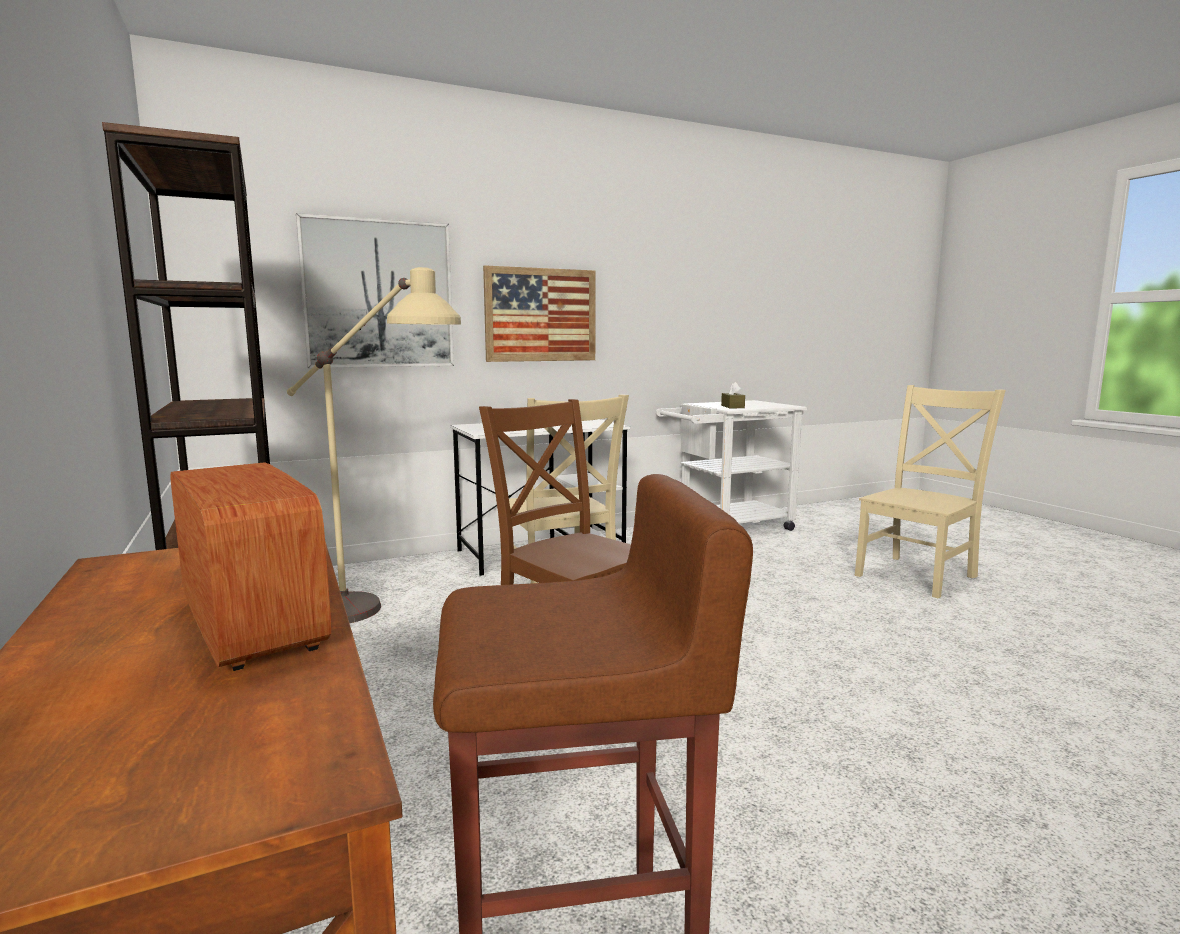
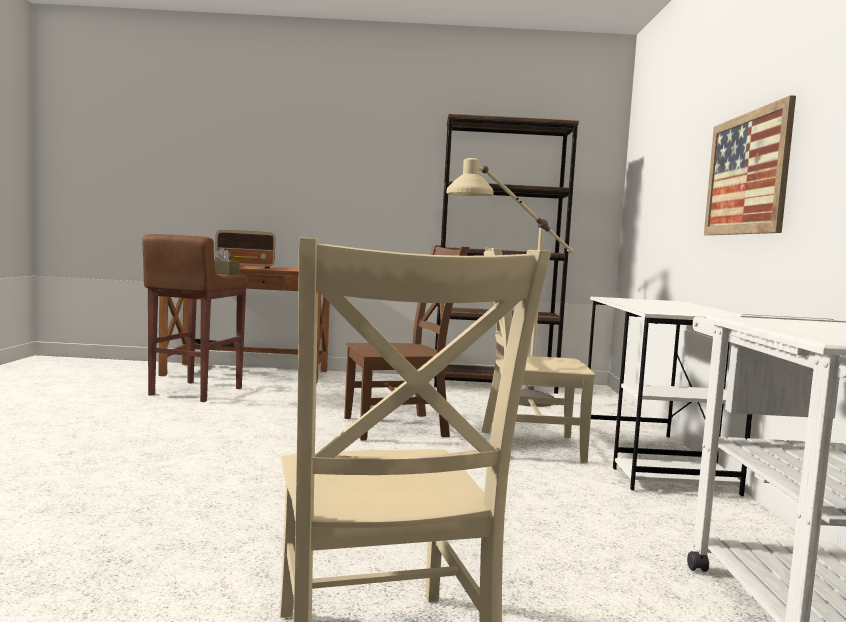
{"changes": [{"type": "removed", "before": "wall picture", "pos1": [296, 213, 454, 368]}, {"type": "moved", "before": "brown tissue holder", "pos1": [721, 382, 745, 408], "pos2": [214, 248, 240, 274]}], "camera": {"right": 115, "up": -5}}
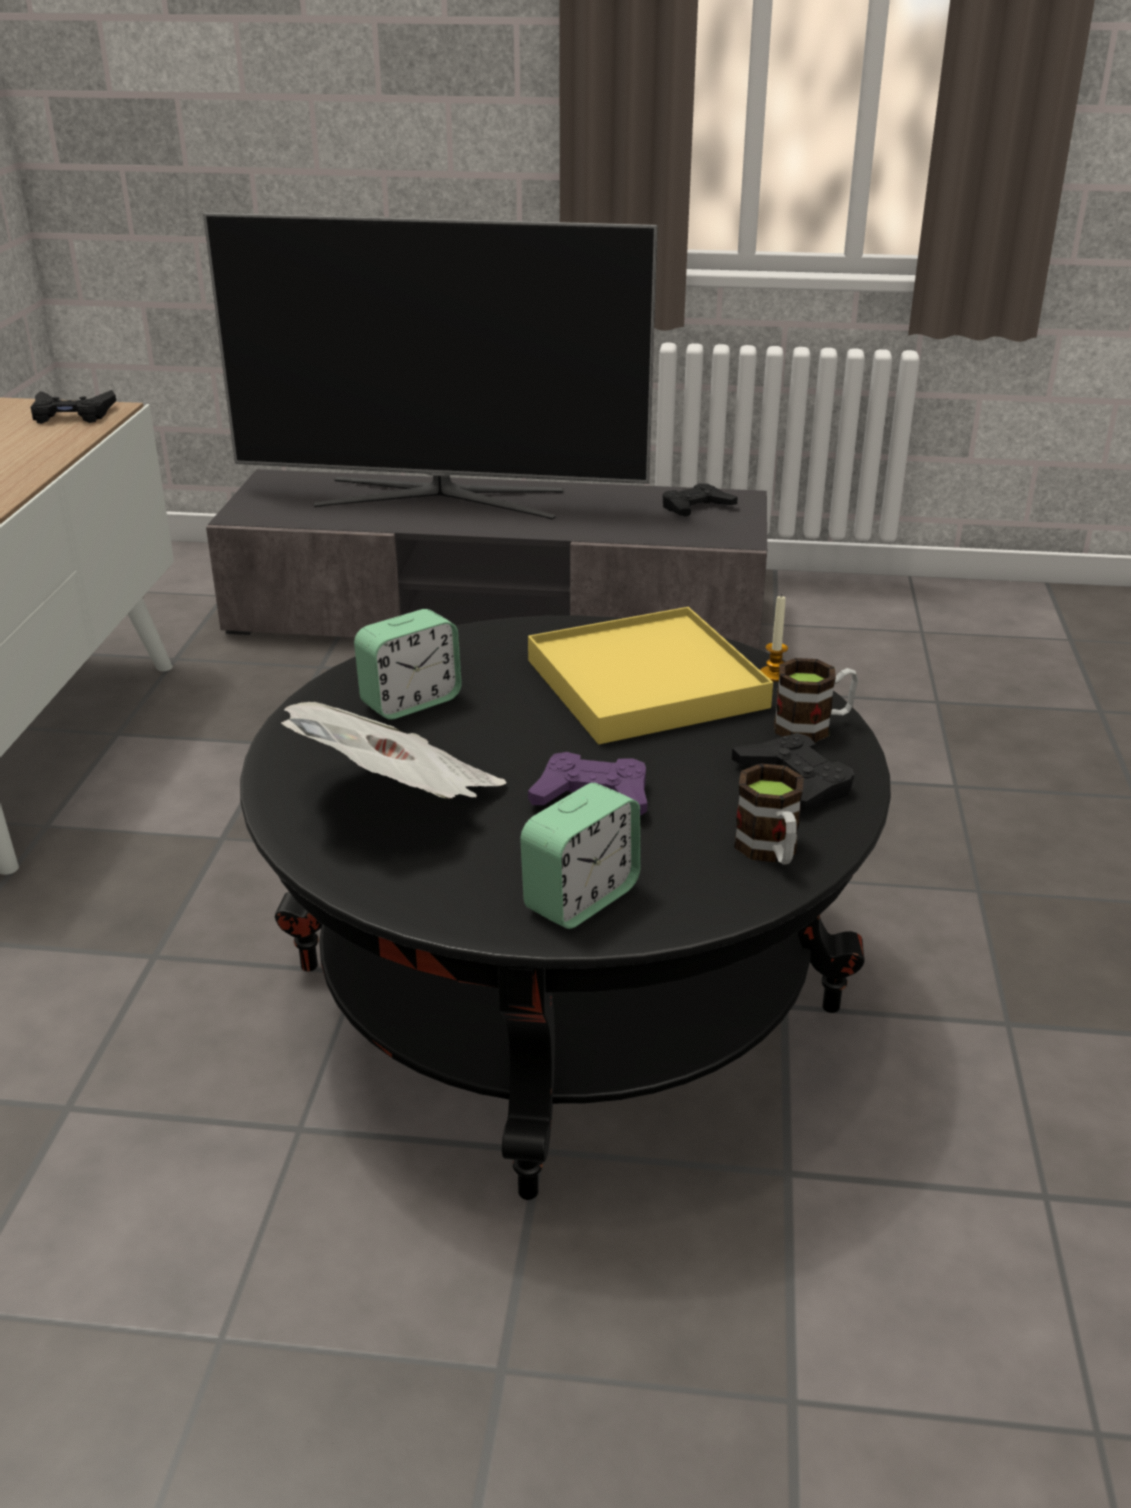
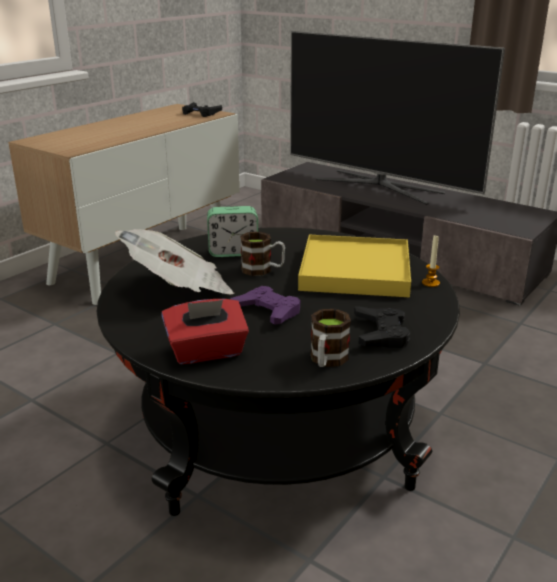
{"changes": [{"type": "replaced", "before": "table clock", "after": "red tissue holder", "pos1": [520, 783, 640, 929], "pos2": [162, 299, 249, 364]}, {"type": "removed", "before": "black game controller", "pos1": [663, 483, 738, 516]}, {"type": "moved", "before": "mug", "pos1": [774, 658, 858, 743], "pos2": [240, 232, 285, 276]}], "camera": {"right": 30, "up": -5}}
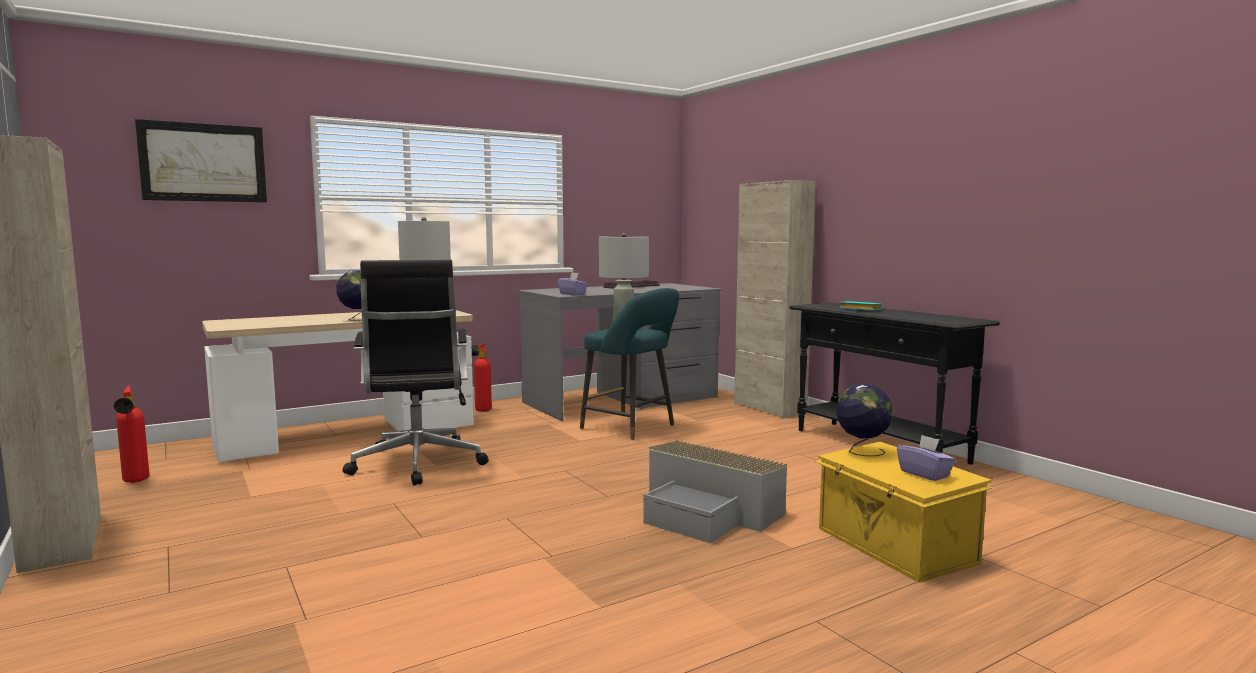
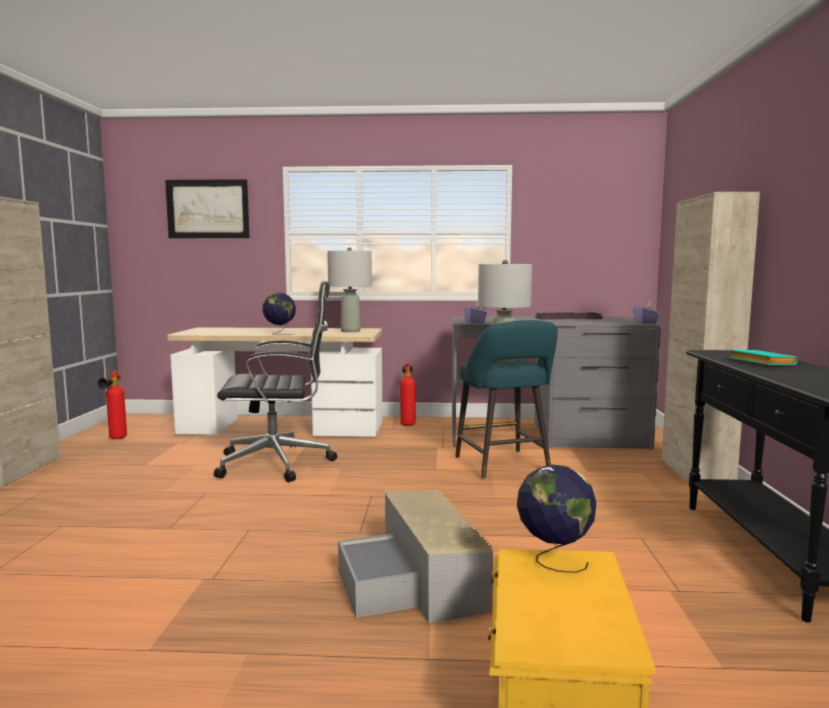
{"changes": [{"type": "turned", "before": "black computer chair", "pos1": [343, 260, 488, 485], "pos2": [214, 281, 337, 482], "turn": -120}, {"type": "moved", "before": "purplish tissue holder", "pos1": [897, 435, 956, 481], "pos2": [633, 301, 660, 324]}], "camera": {"right": 35, "up": 0}}
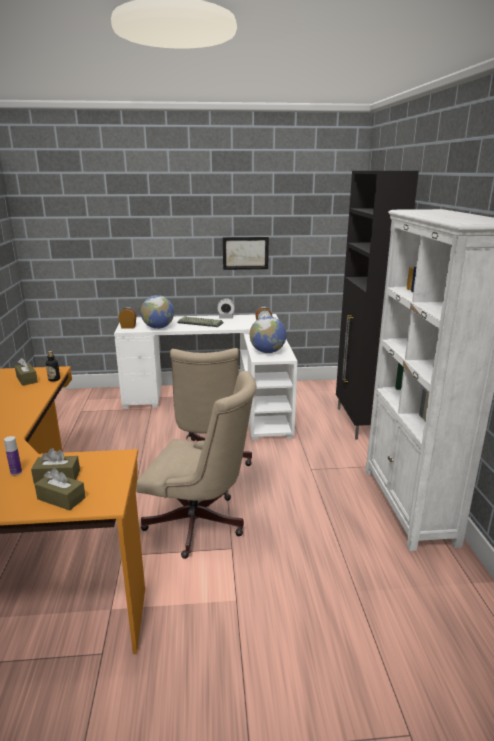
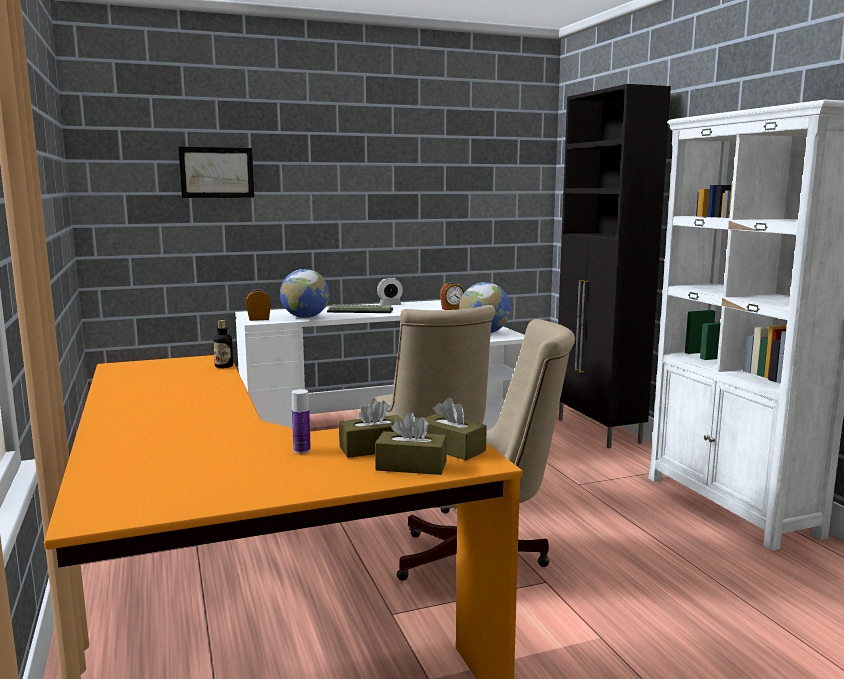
{"changes": [{"type": "moved", "before": "brown tissue holder", "pos1": [15, 358, 38, 386], "pos2": [425, 398, 487, 460]}, {"type": "moved", "before": "wall picture", "pos1": [223, 237, 269, 270], "pos2": [178, 147, 254, 198]}], "camera": {"right": -15, "up": -10}}
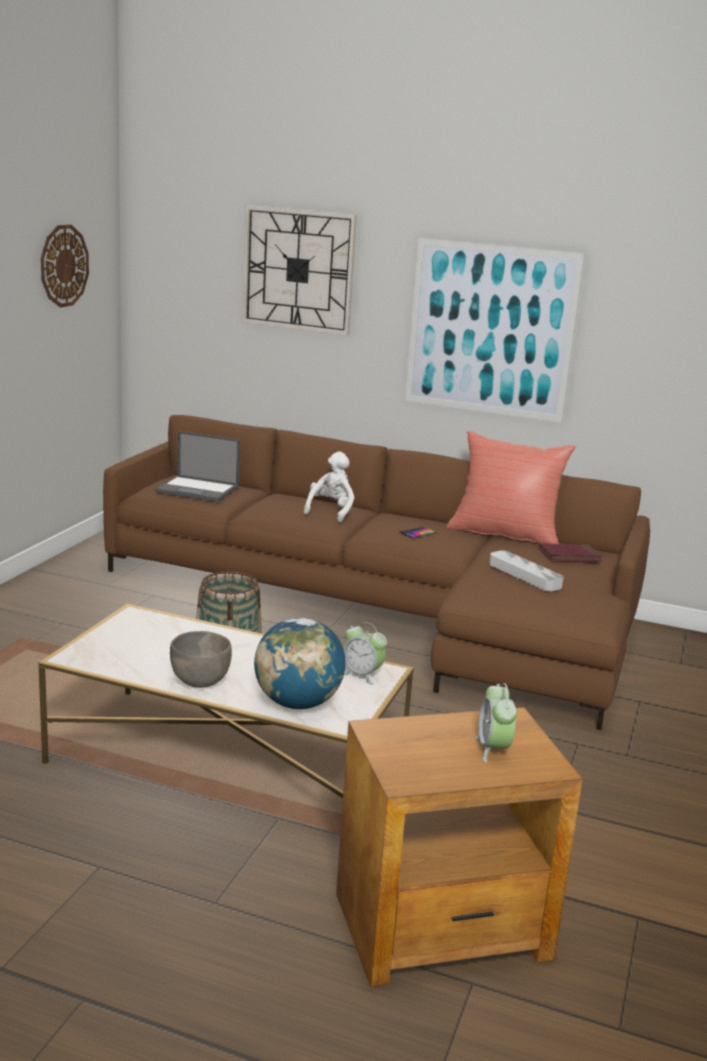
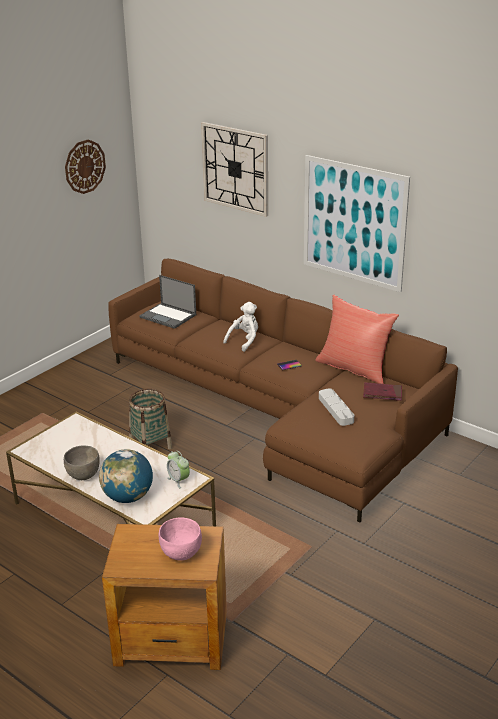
{"changes": [{"type": "replaced", "before": "table clock", "after": "pinkish serving bowl", "pos1": [476, 683, 517, 763], "pos2": [159, 517, 202, 561]}], "camera": {"right": 20, "up": 10}}
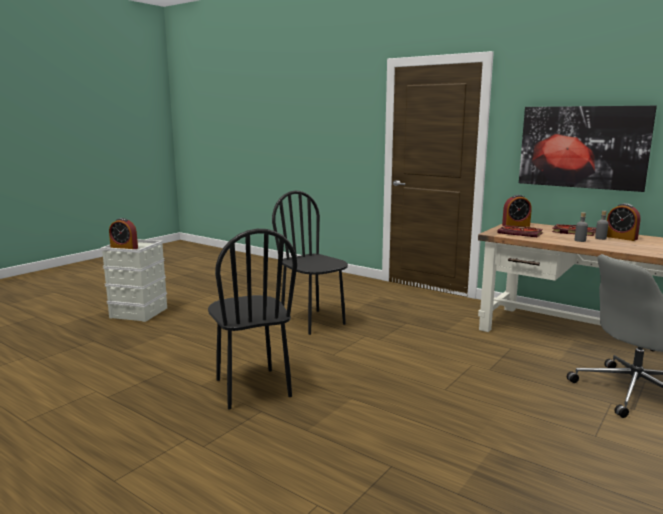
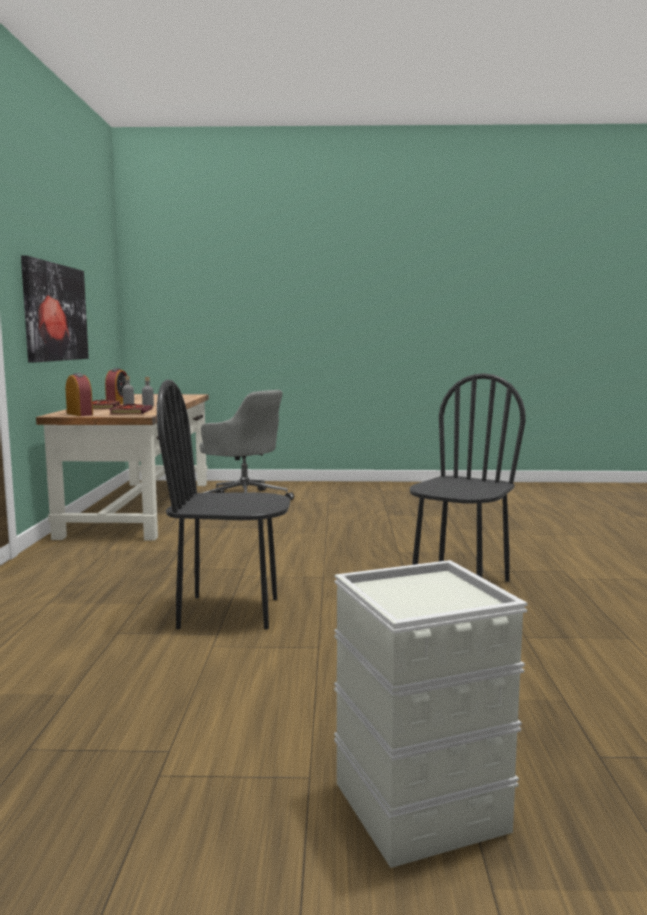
{"changes": [{"type": "removed", "before": "table clock", "pos1": [109, 218, 138, 249]}, {"type": "turned", "before": "black chair", "pos1": [272, 191, 348, 335], "pos2": [157, 379, 290, 629], "turn": 75}], "camera": {"right": -125, "up": -5}}
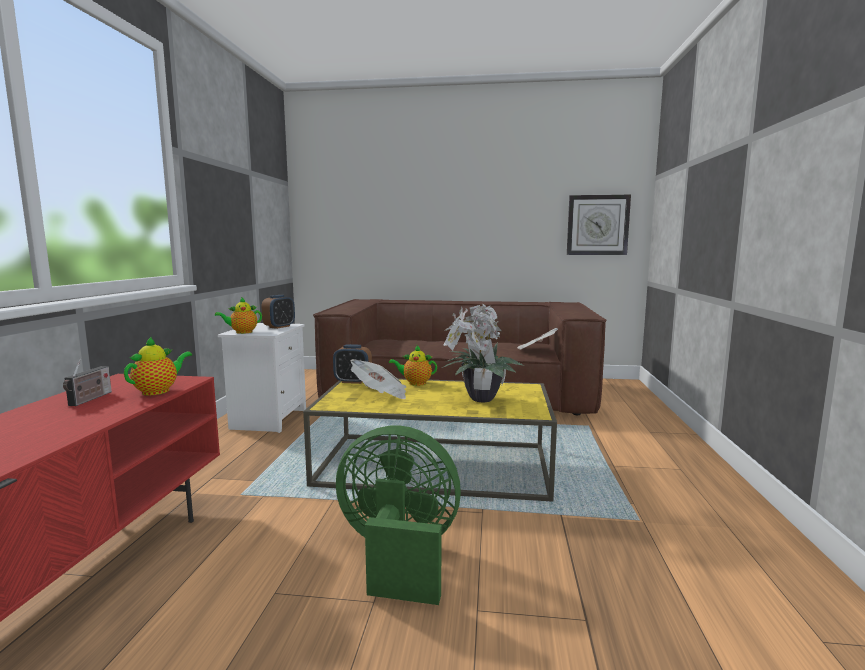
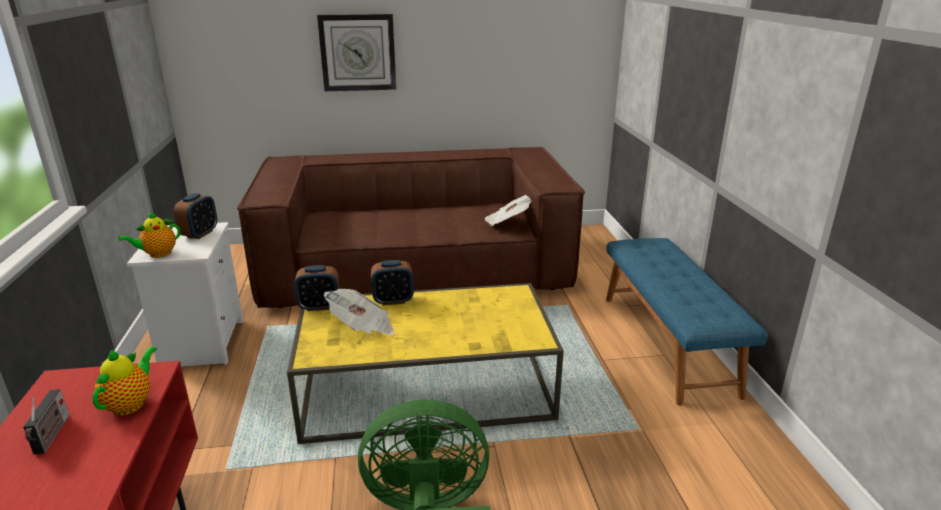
{"changes": [{"type": "replaced", "before": "tea pot", "after": "table clock", "pos1": [389, 345, 437, 386], "pos2": [371, 260, 414, 306]}, {"type": "removed", "before": "plant in a pot", "pos1": [442, 303, 525, 402]}, {"type": "moved", "before": "wall clock", "pos1": [567, 195, 631, 255], "pos2": [317, 14, 396, 91]}, {"type": "added", "after": "blue long seat", "pos2": [606, 238, 768, 406]}], "camera": {"right": -15, "up": 15}}
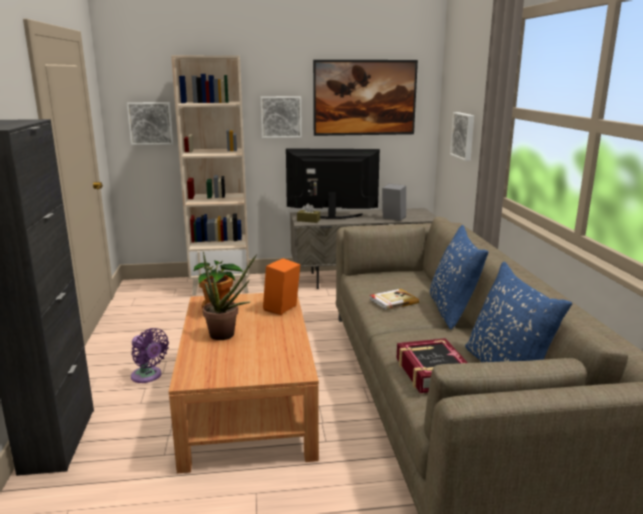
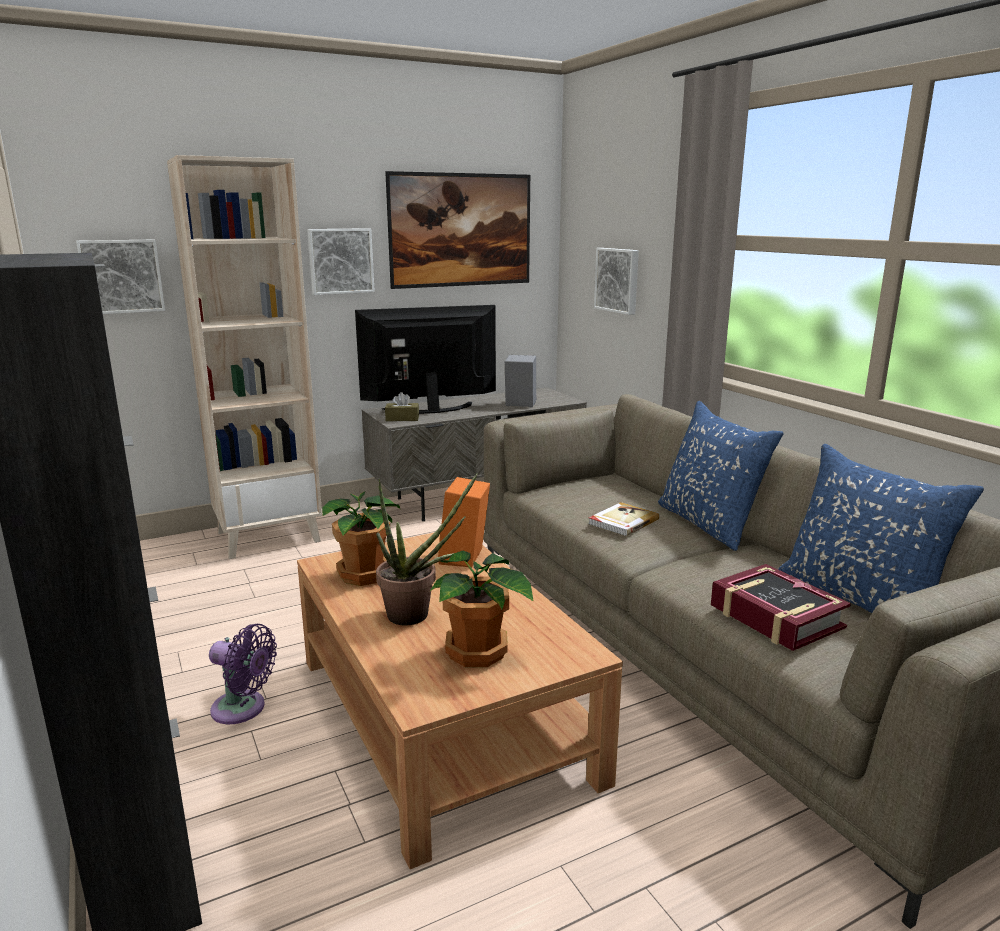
{"changes": [{"type": "added", "after": "plant in a pot", "pos2": [429, 551, 534, 667]}], "camera": {"right": -20, "up": 0}}
